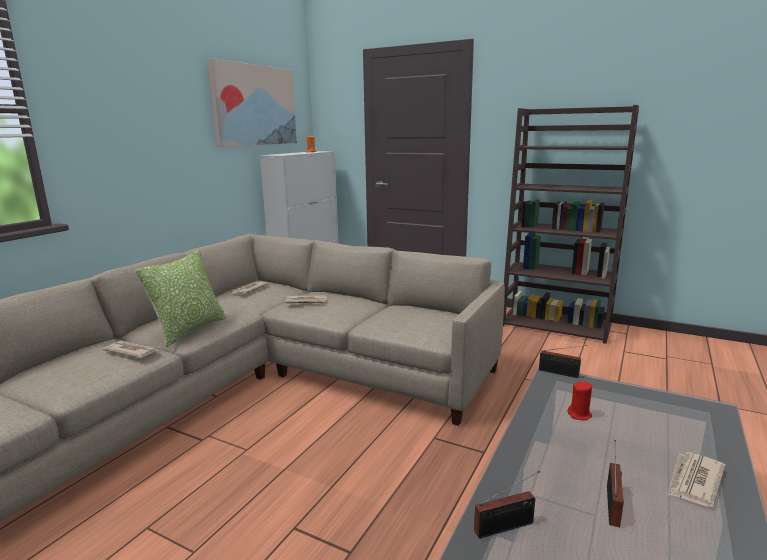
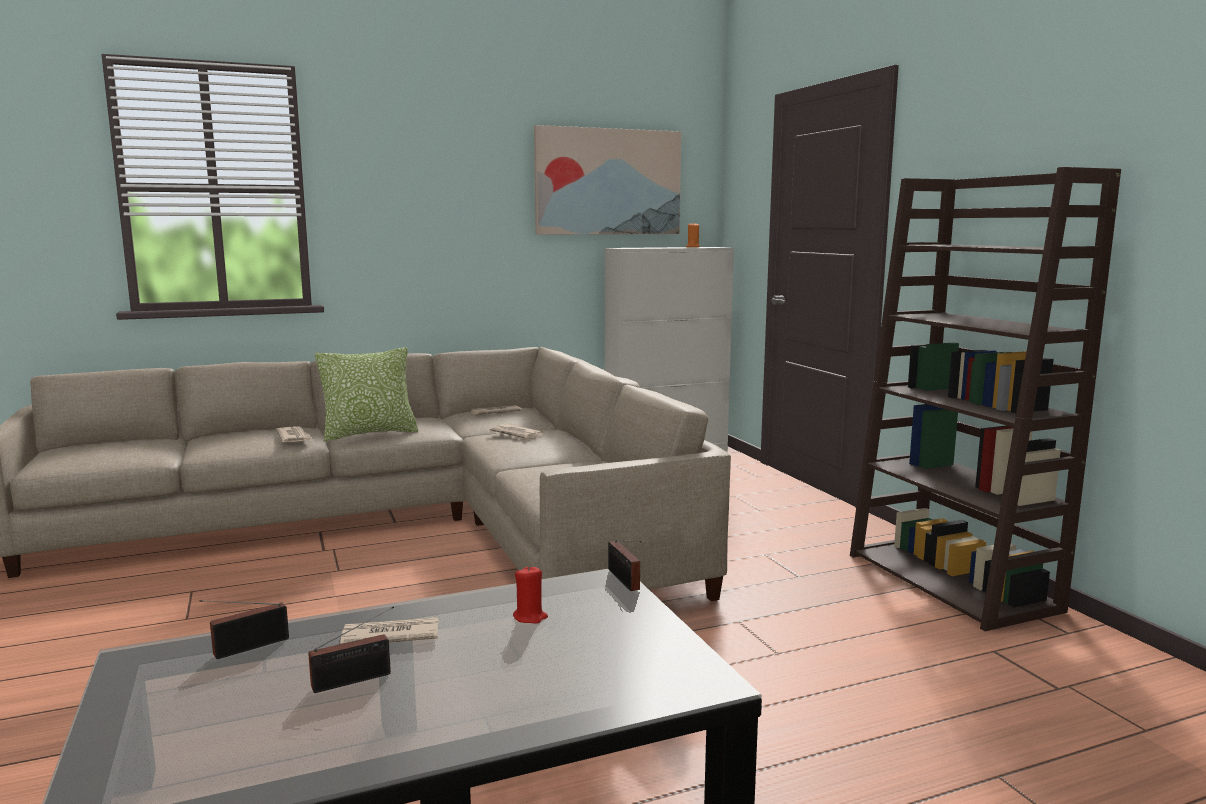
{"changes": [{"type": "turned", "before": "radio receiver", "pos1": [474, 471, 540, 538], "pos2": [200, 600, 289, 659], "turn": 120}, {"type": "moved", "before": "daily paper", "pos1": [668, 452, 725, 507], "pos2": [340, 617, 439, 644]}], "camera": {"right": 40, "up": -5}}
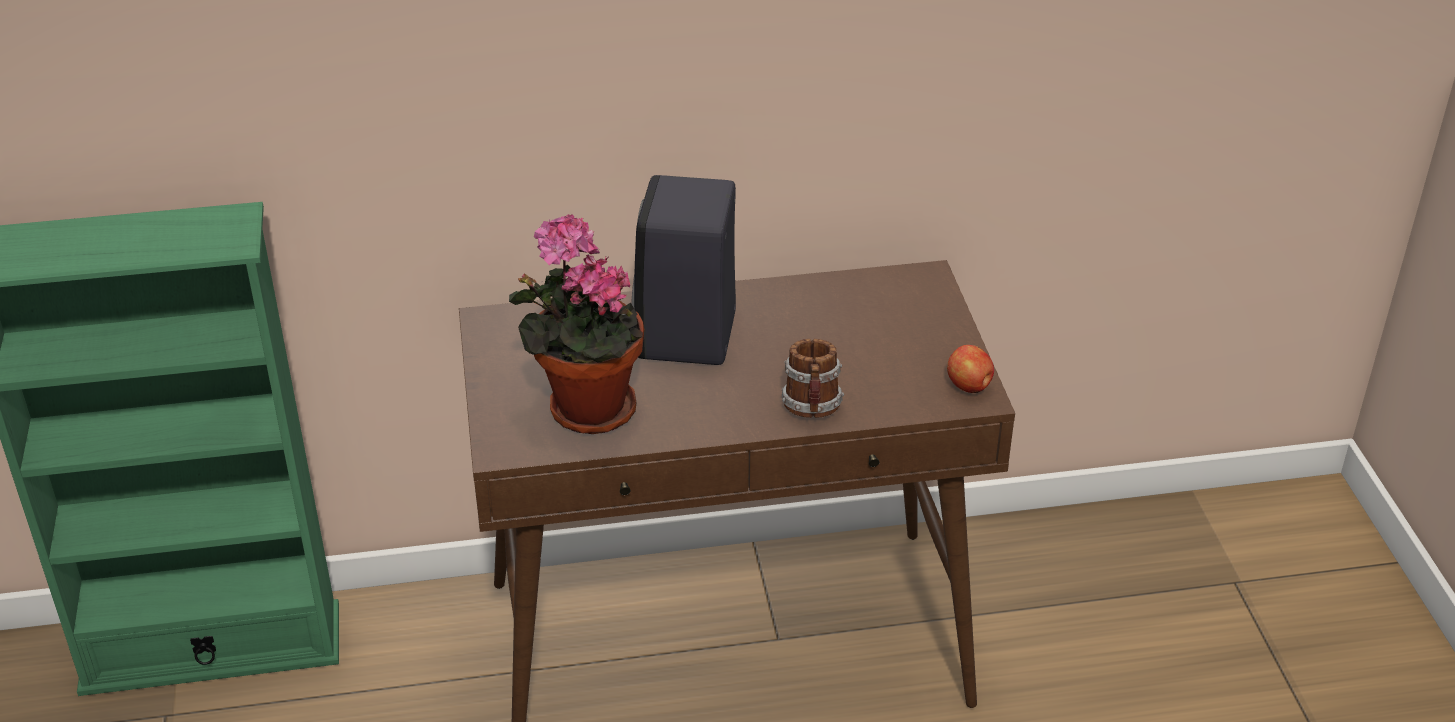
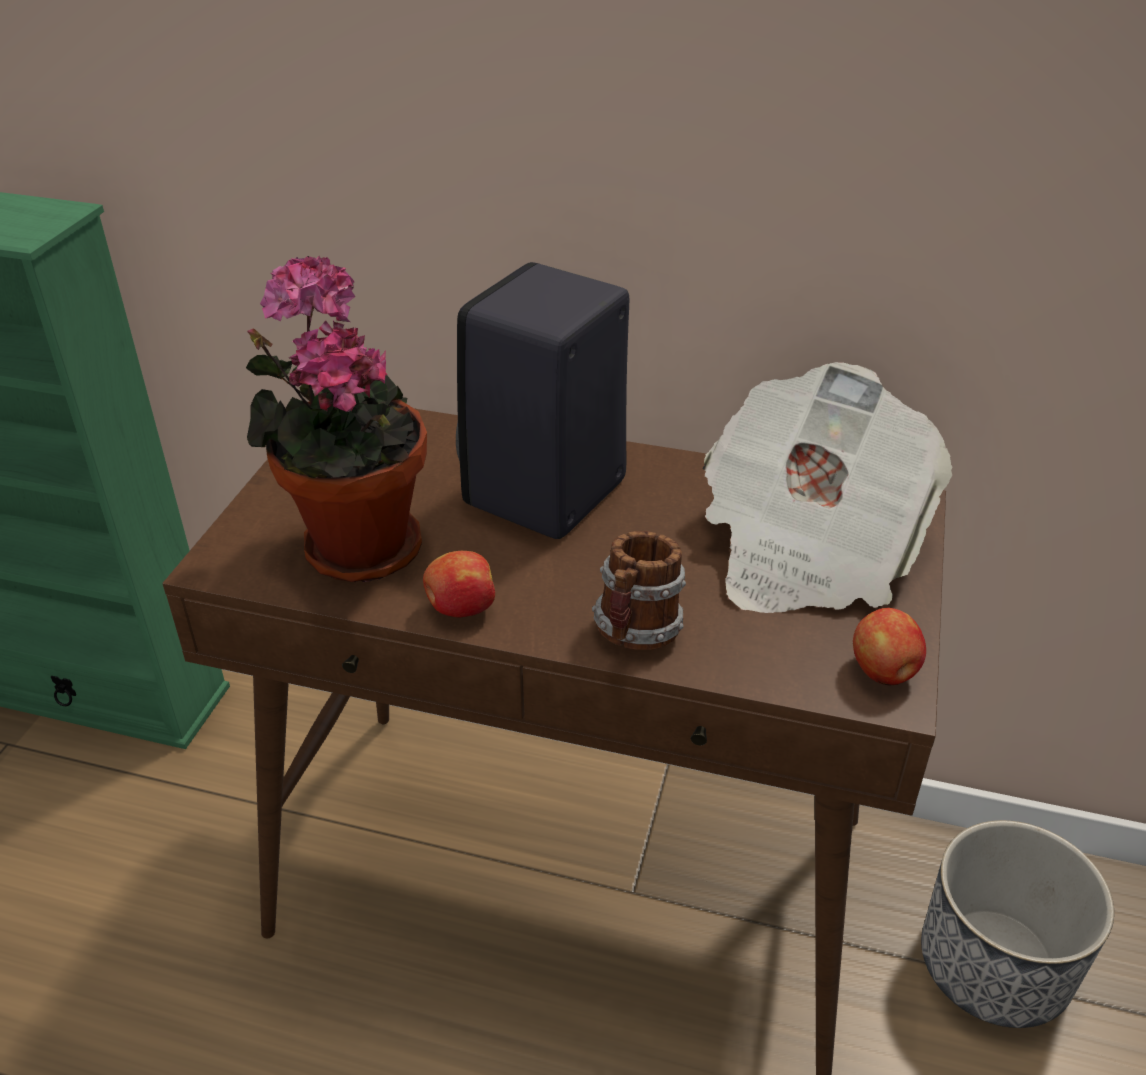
{"changes": [{"type": "added", "after": "apple", "pos2": [423, 551, 495, 617]}, {"type": "added", "after": "daily paper", "pos2": [703, 362, 952, 613]}, {"type": "added", "after": "plant pot", "pos2": [921, 820, 1114, 1028]}], "camera": {"right": 25, "up": 0}}
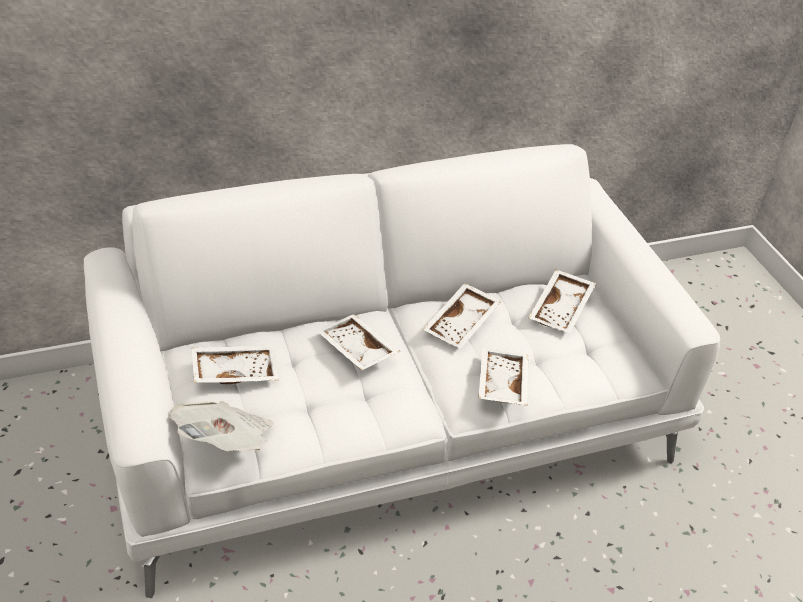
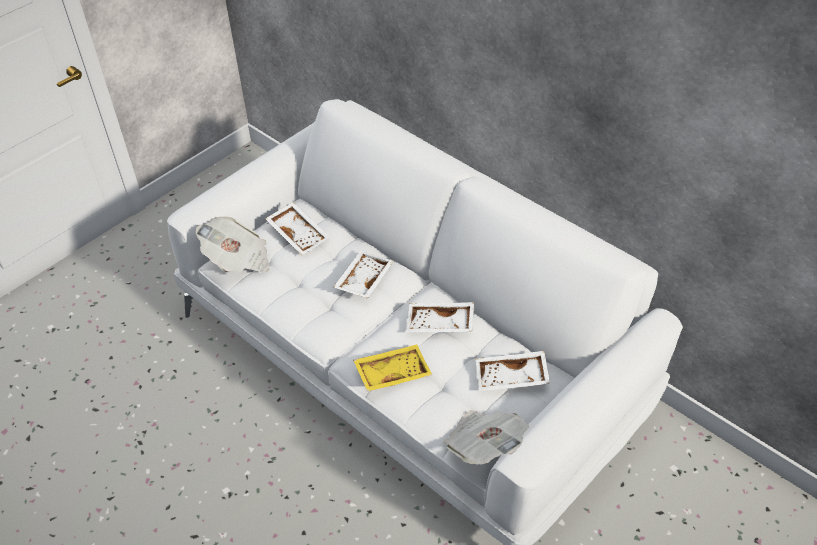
{"changes": [{"type": "recoloured", "before": "white-coloured tray", "after": "yellowish tray", "pos1": [479, 348, 528, 406], "pos2": [353, 344, 432, 391]}, {"type": "added", "after": "daily paper", "pos2": [443, 410, 529, 464]}], "camera": {"right": 65, "up": 5}}
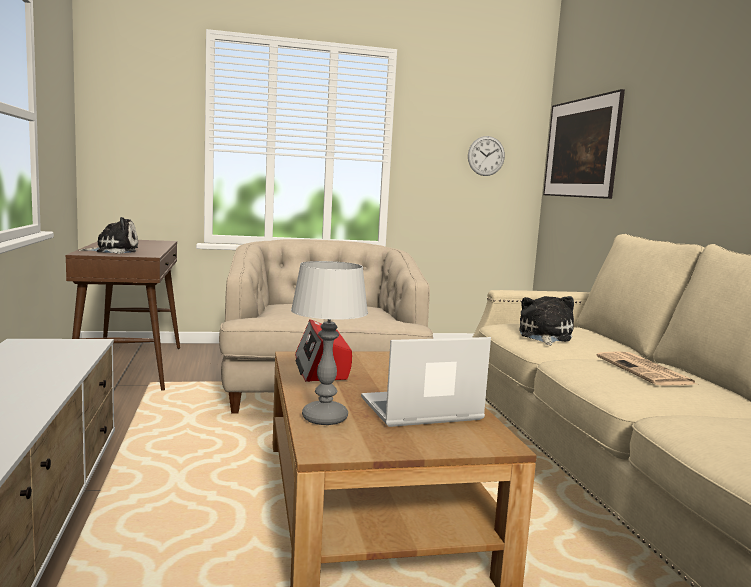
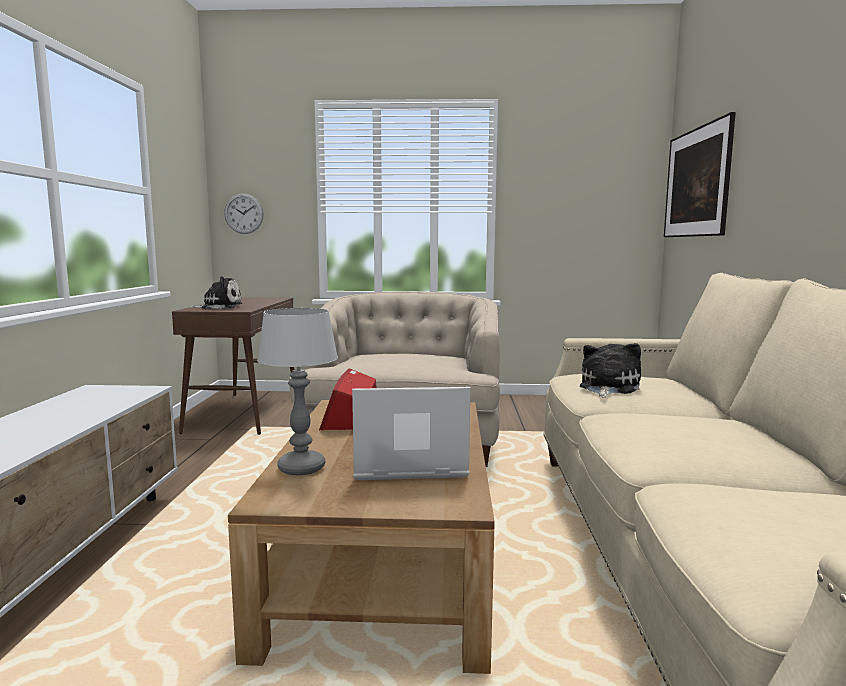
{"changes": [{"type": "moved", "before": "wall clock", "pos1": [468, 136, 505, 176], "pos2": [224, 193, 264, 234]}, {"type": "removed", "before": "daily paper", "pos1": [596, 351, 696, 385]}], "camera": {"right": 15, "up": 0}}
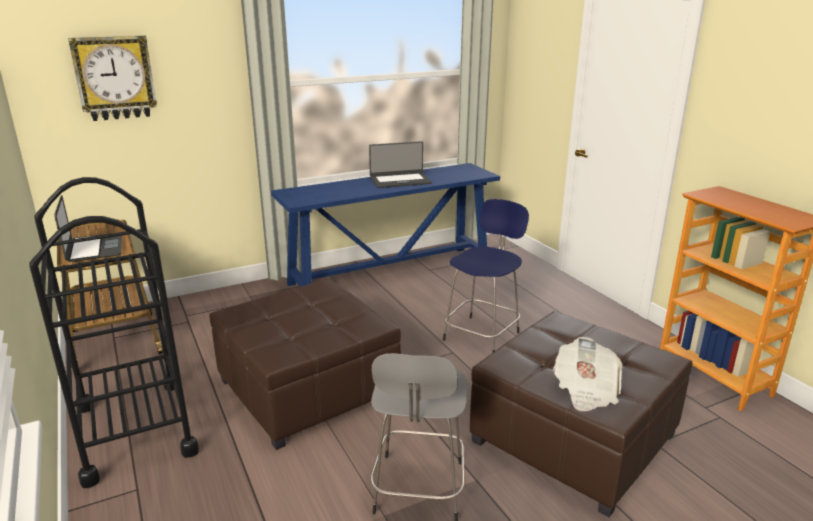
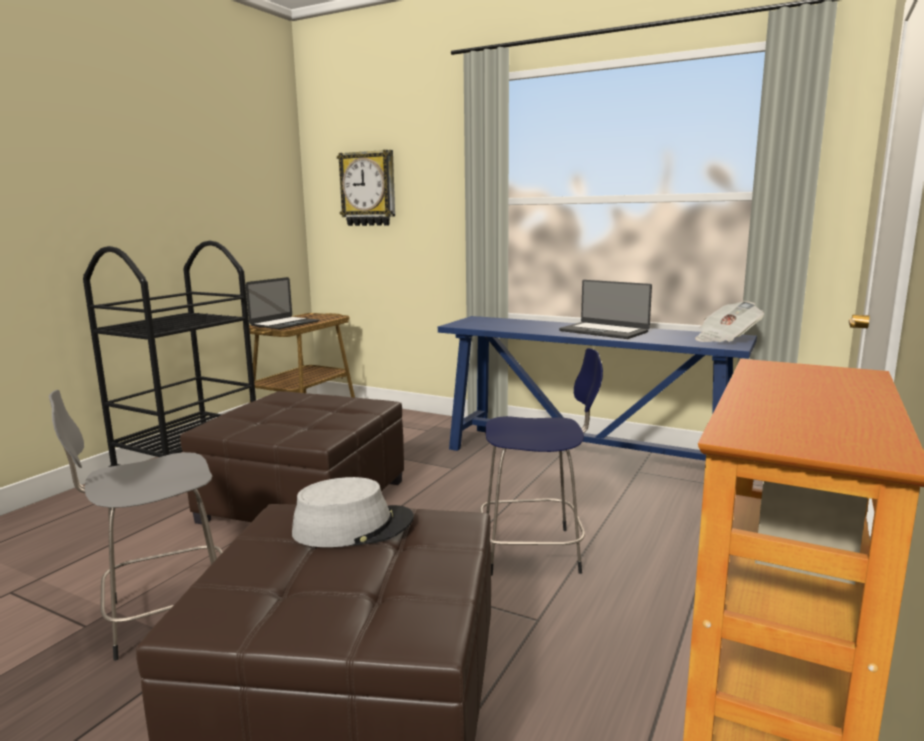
{"changes": [{"type": "moved", "before": "daily paper", "pos1": [553, 337, 622, 411], "pos2": [695, 301, 764, 342]}, {"type": "added", "after": "gray wearable hat", "pos2": [292, 477, 414, 547]}], "camera": {"right": 55, "up": -10}}
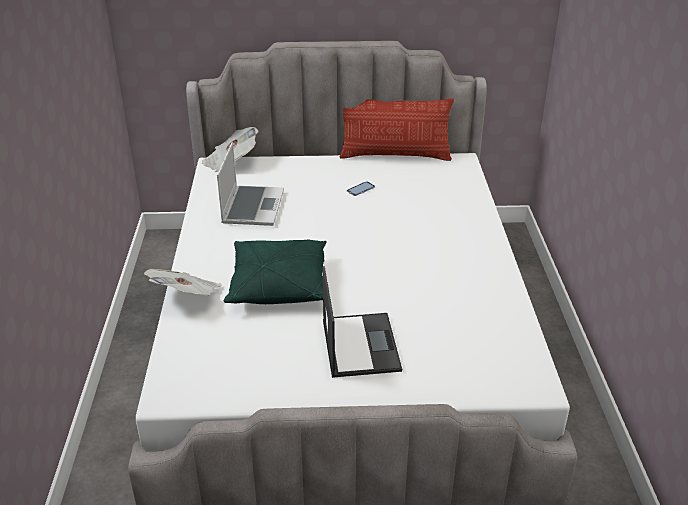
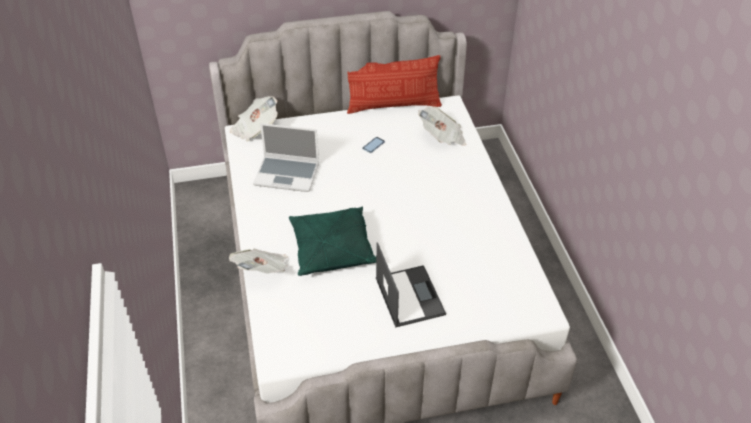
{"changes": [{"type": "turned", "before": "notebook computer", "pos1": [217, 142, 284, 226], "pos2": [253, 123, 319, 192], "turn": 105}, {"type": "added", "after": "daily paper", "pos2": [418, 106, 466, 146]}], "camera": {"right": -10, "up": 10}}
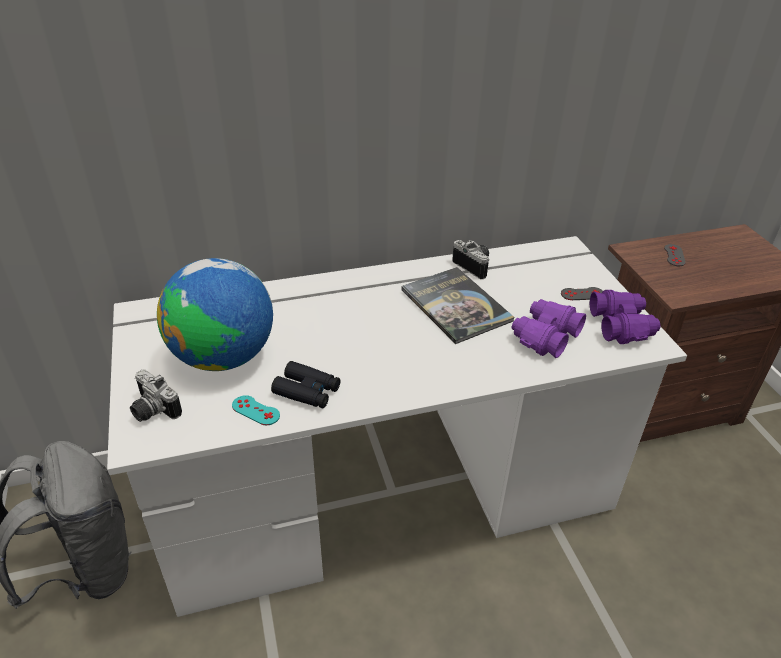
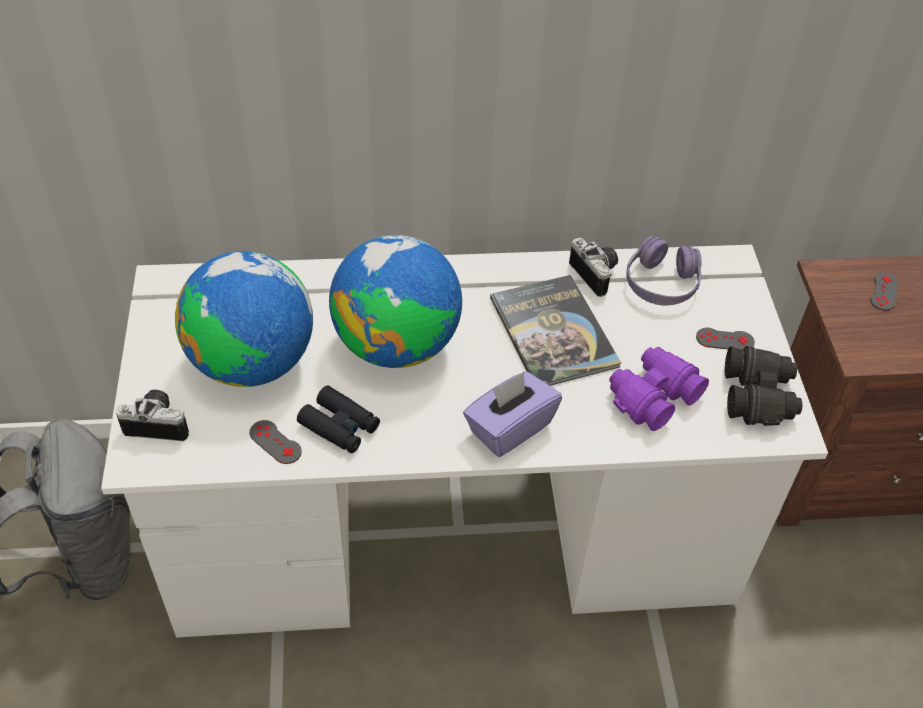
{"changes": [{"type": "turned", "before": "photo camera", "pos1": [130, 370, 182, 422], "pos2": [116, 390, 189, 441], "turn": 135}, {"type": "recoloured", "before": "turquoise-coloured game controller", "after": "gray game controller", "pos1": [232, 395, 280, 425], "pos2": [249, 420, 302, 464]}, {"type": "recoloured", "before": "purplish binoculars", "after": "black binoculars", "pos1": [590, 290, 660, 344], "pos2": [725, 346, 802, 426]}, {"type": "added", "after": "world globe", "pos2": [329, 235, 462, 368]}, {"type": "added", "after": "purplish tissue holder", "pos2": [463, 372, 562, 457]}, {"type": "added", "after": "purplish pair of headphones", "pos2": [626, 236, 702, 306]}], "camera": {"right": 10, "up": 10}}
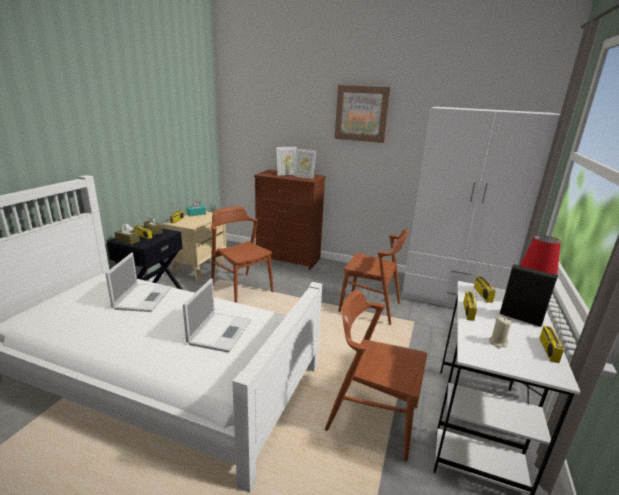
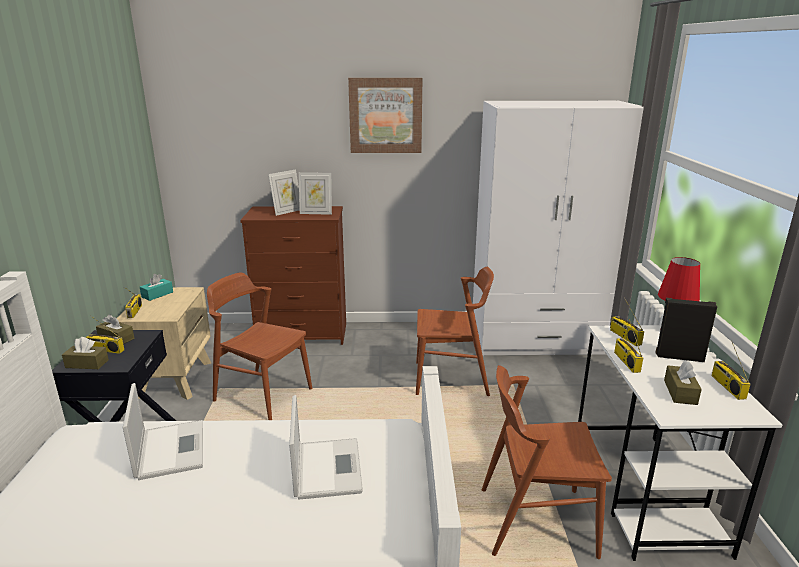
{"changes": [{"type": "replaced", "before": "beige candle", "after": "brown tissue holder", "pos1": [489, 317, 511, 348], "pos2": [664, 360, 702, 405]}], "camera": {"right": -20, "up": 0}}
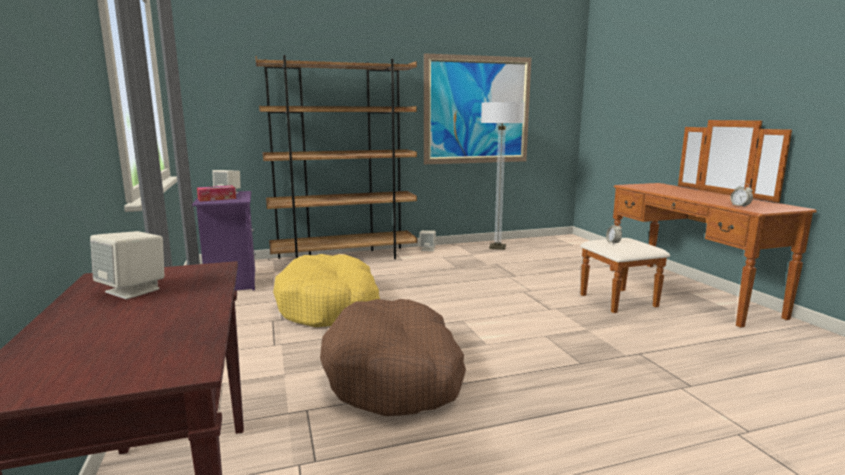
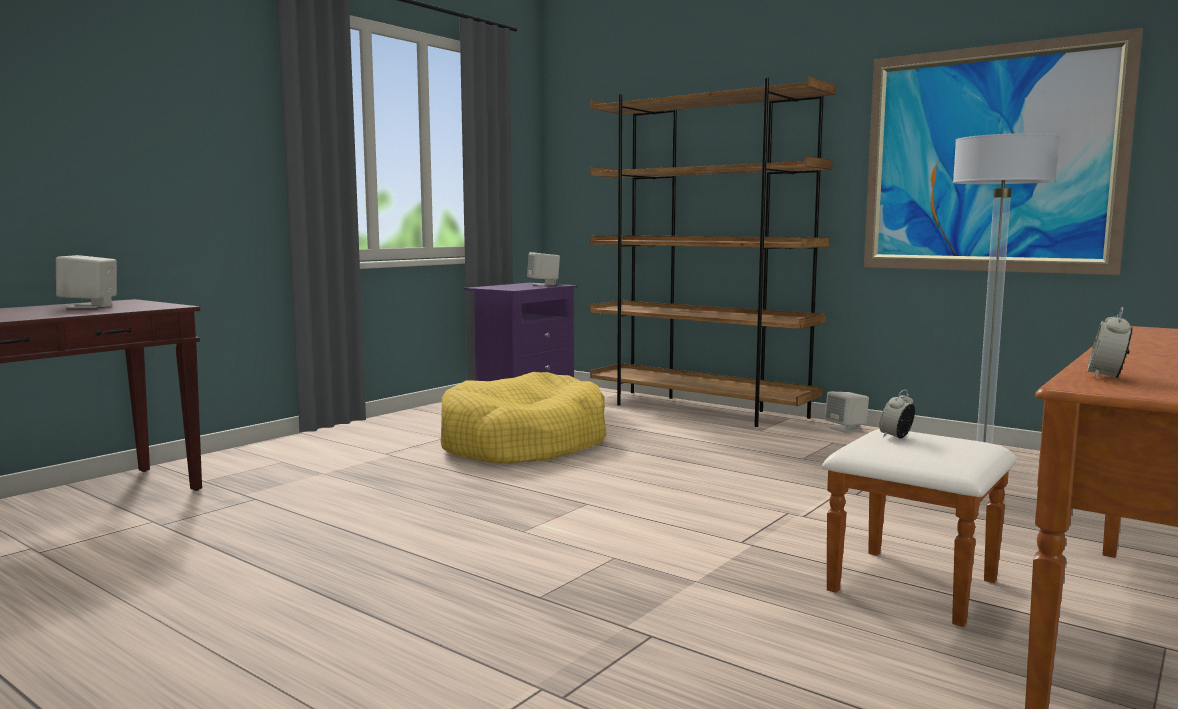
{"changes": [{"type": "removed", "before": "tissue holder", "pos1": [197, 185, 236, 202]}, {"type": "removed", "before": "brown dog cushion", "pos1": [320, 299, 466, 416]}], "camera": {"right": 55, "up": -5}}
